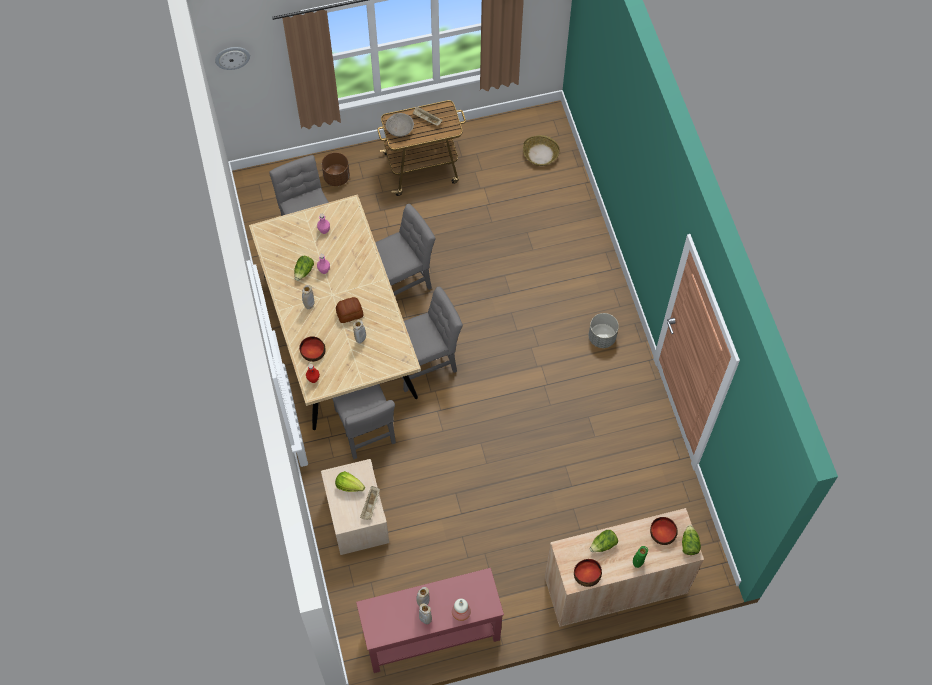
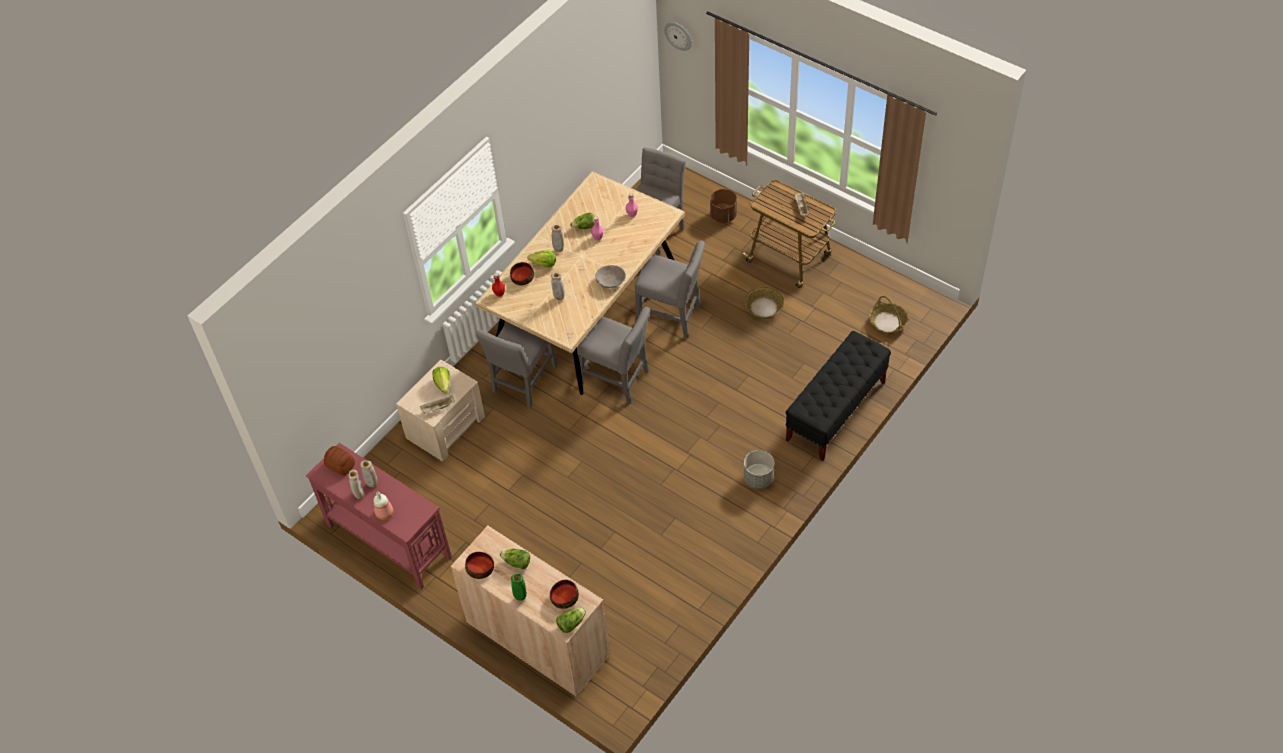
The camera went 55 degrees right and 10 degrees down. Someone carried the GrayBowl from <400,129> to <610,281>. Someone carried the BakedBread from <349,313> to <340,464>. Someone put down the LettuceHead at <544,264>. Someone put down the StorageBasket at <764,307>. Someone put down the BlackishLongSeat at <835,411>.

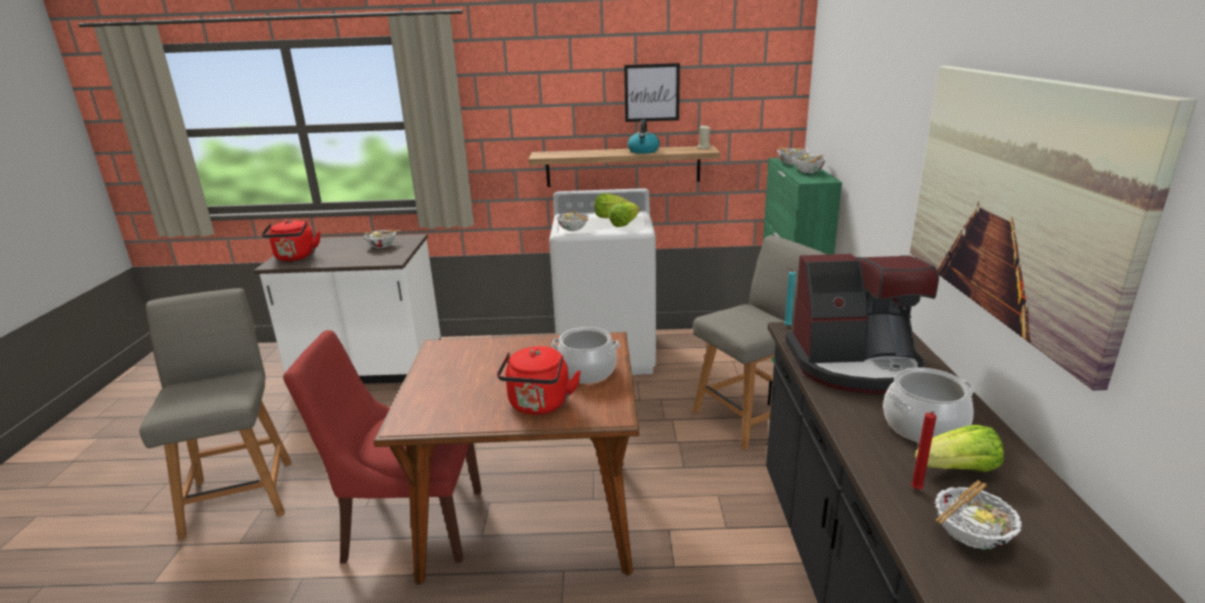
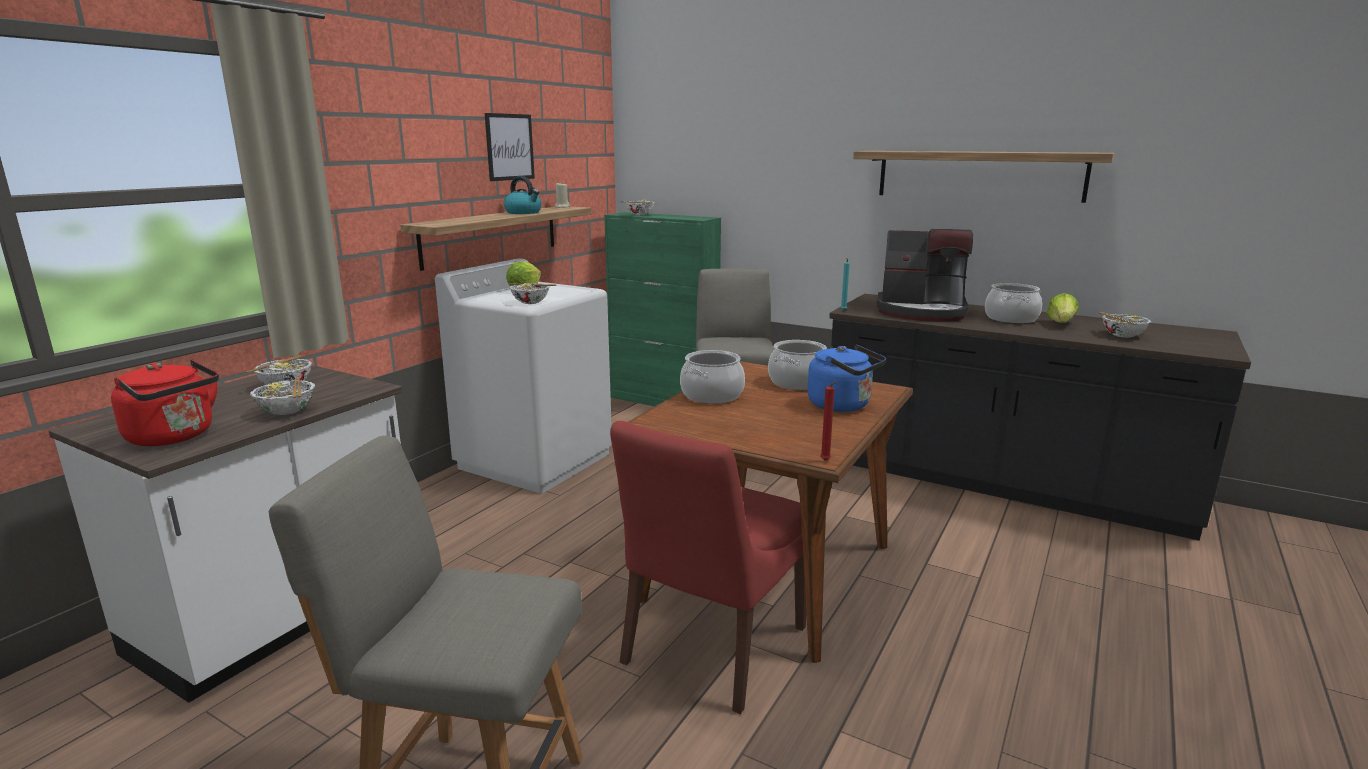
The camera went 60 degrees left and 5 degrees down. Someone swapped the WallPicture at <1014,199> for the BracketShelf at <979,175>. Someone carried the Bowl from <808,172> to <288,411>. Someone took away the LettuceHead at <624,224>. Someone rotated the CoffeeMachine at <855,365> by 75 degrees clockwise. Someone repainted the RedTeaKettle at <539,405>, which became the BlueTeaKettle at <843,406>. Someone carried the RedCandle from <916,490> to <826,461>. Someone put down the Stockpot at <711,395>.

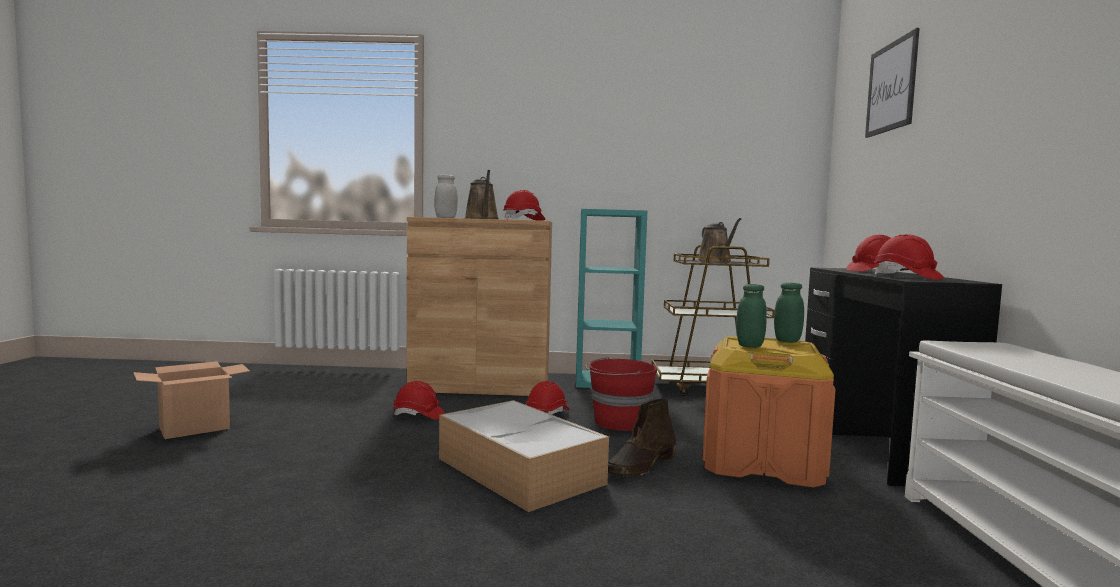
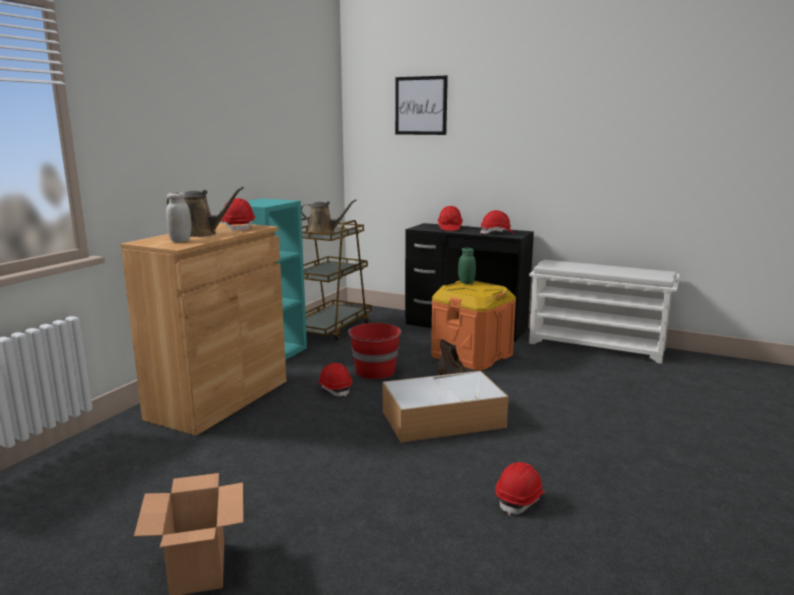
The camera went 65 degrees left and 10 degrees up. Someone took away the GreenJar at <749,346>. Someone carried the RedWorkHelmet from <418,415> to <520,499>.

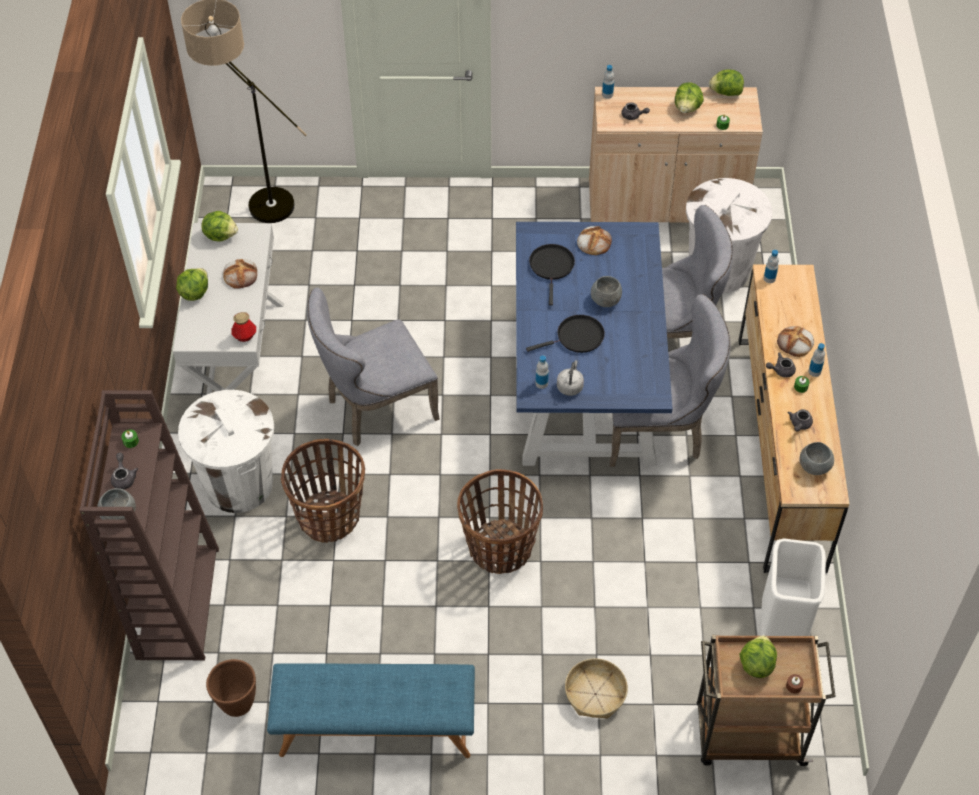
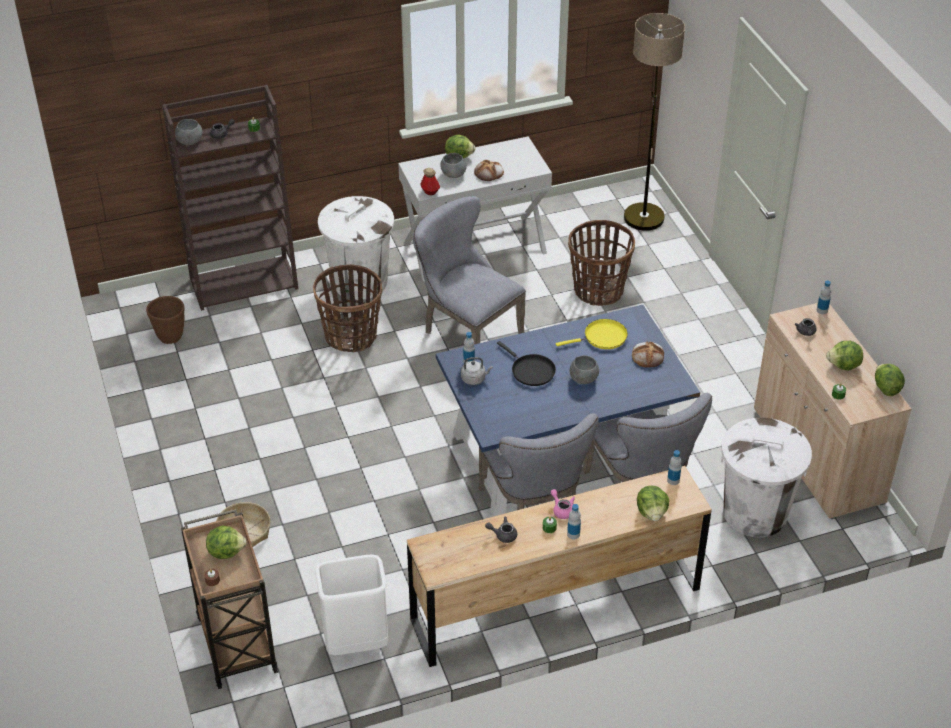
The camera went 70 degrees right and 10 degrees down. Someone carried the LettuceHead from <220,235> to <652,513>. Someone repainted the BlackishSkillet at <552,267>, which became the YellowishSkillet at <602,337>. Someone took away the BakedBread at <795,343>. Someone repainted the GrayPotForTea at <780,370>, which became the PinkishPotForTea at <562,510>. Someone carried the GrayBowl from <814,466> to <453,174>. Someone carried the StorageBasket from <500,549> to <598,290>. Someone took away the BlueLongSeat at <375,729>.

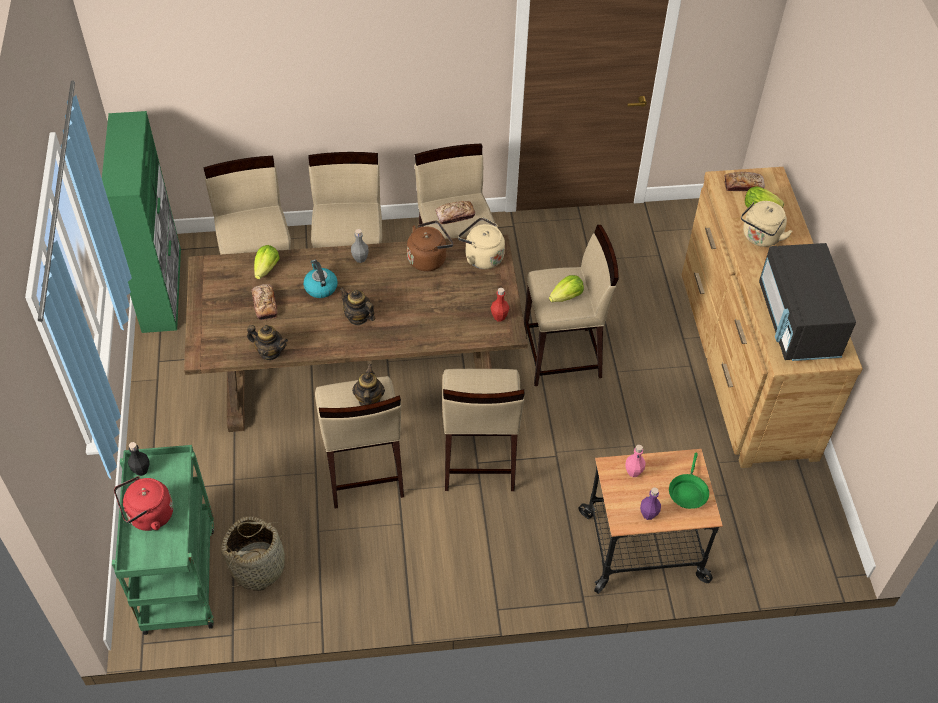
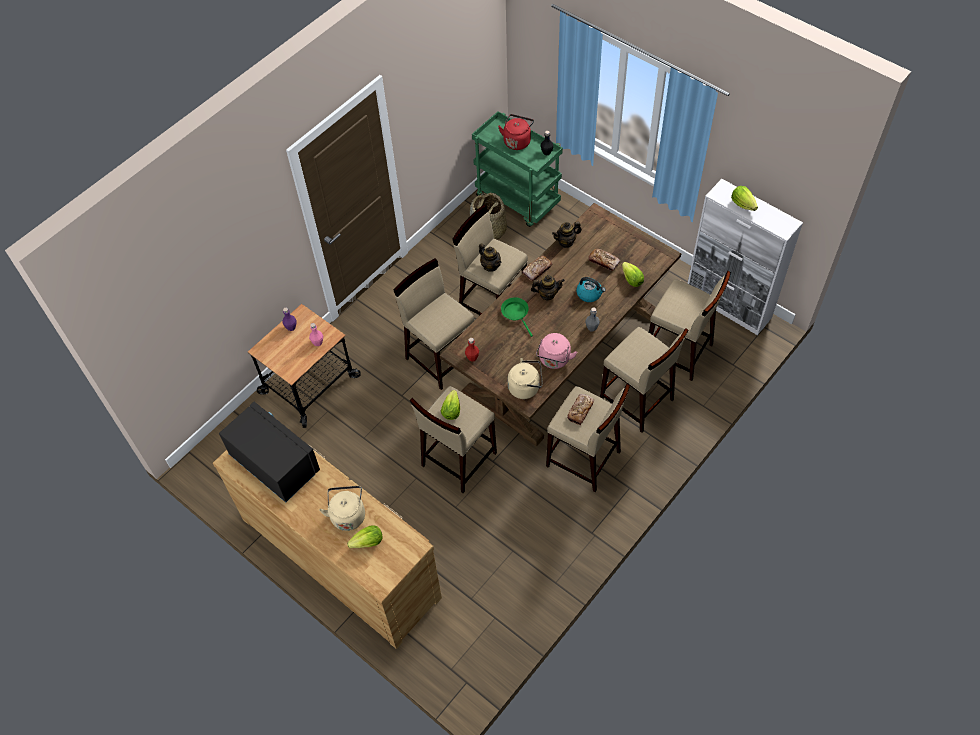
The camera went 140 degrees right and 5 degrees up. Someone repainted the GreenCupboard at <162,289>, which became the WhiteCupboard at <728,305>. Someone carried the BakedBread from <743,185> to <537,270>. Someone repainted the BrownColouredTeaKettle at <429,259>, which became the PinkishTeaKettle at <554,360>. Someone carried the GreenSkillet from <687,492> to <516,314>. Someone put down the LettuceHead at <743,204>.

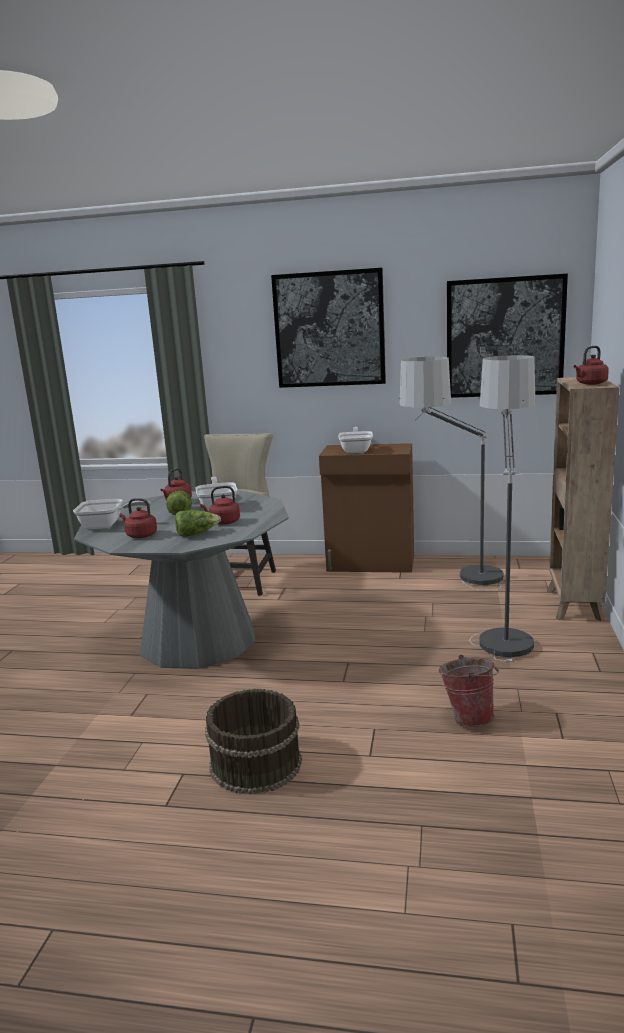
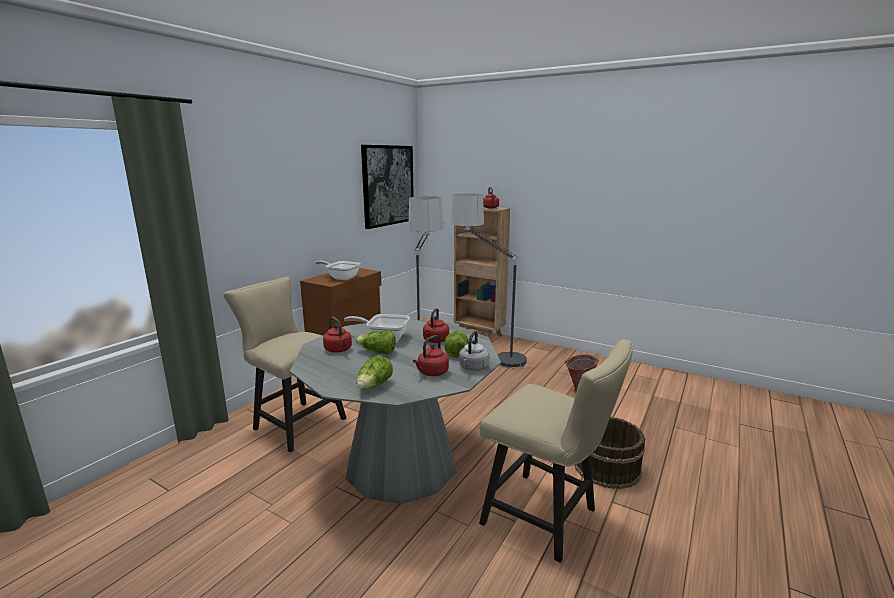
The camera went 70 degrees left and 0 degrees up. Someone took away the WallPicture at <329,329>. Someone swapped the Skillet at <107,525> for the LettuceHead at <374,385>. Someone put down the GrayTeaKettle at <473,368>. Someone put down the SandColouredUprightChair at <547,519>.

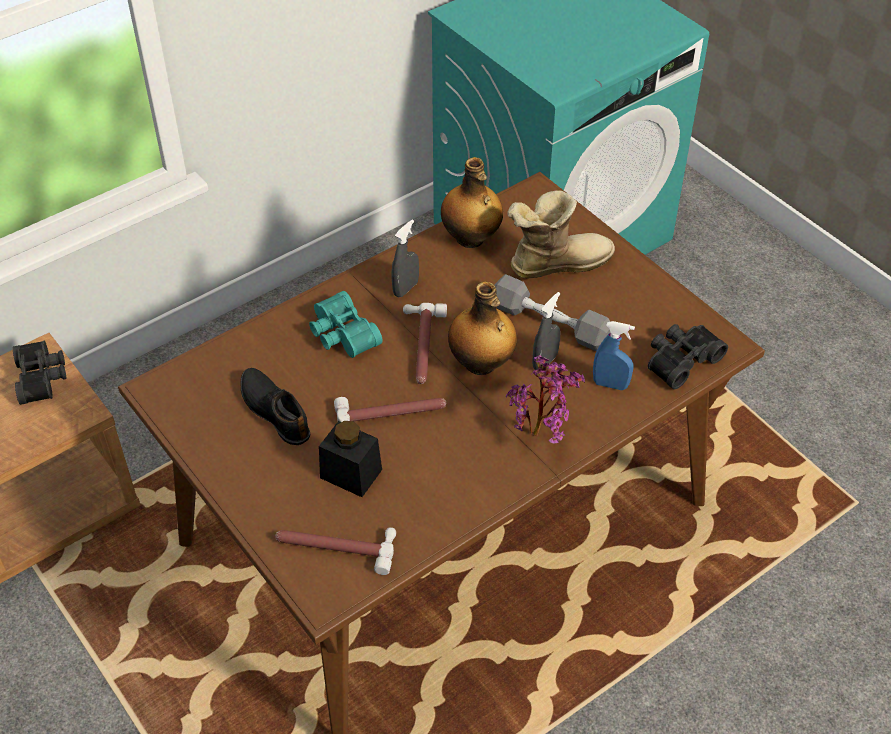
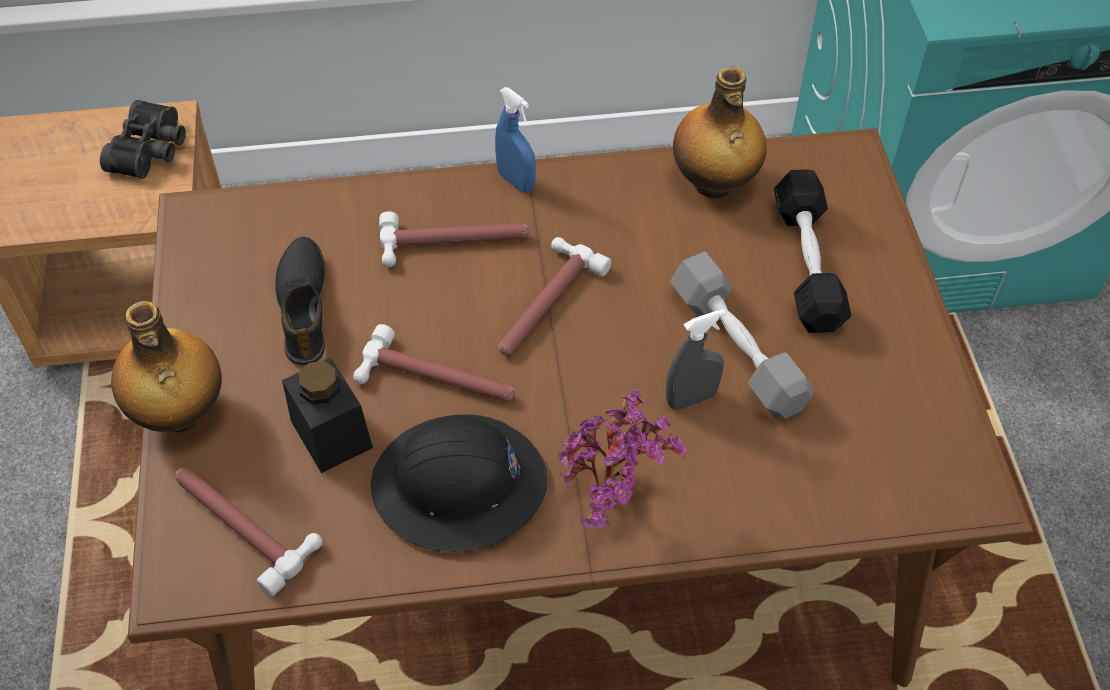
The camera went 30 degrees right and 5 degrees up. Someone swapped the HighTopBoot at <556,262> for the BlackishFreeWeight at <807,264>. Someone took away the GraySprayBottle at <406,288>. Someone carried the DrinkBottle from <481,364> to <179,414>. Someone swapped the TurquoiseColouredPairOfBinoculars at <341,335> for the ToolHammer at <455,243>. Someone carried the BlueSprayBottle from <610,384> to <516,181>. Someone took away the BlackishPairOfBinoculars at <680,359>. Someone put down the BlackishWorkHelmet at <459,485>.

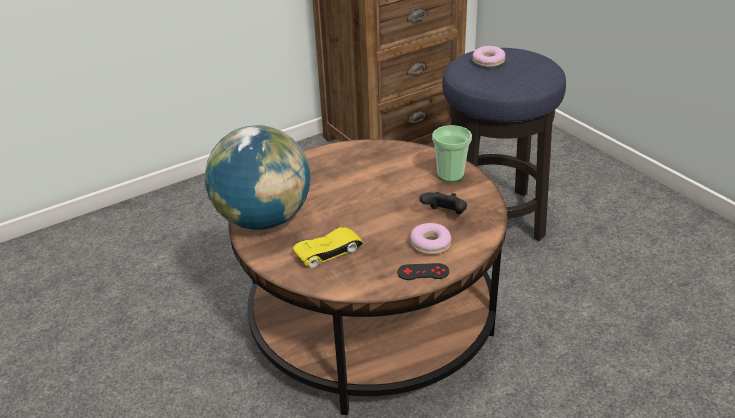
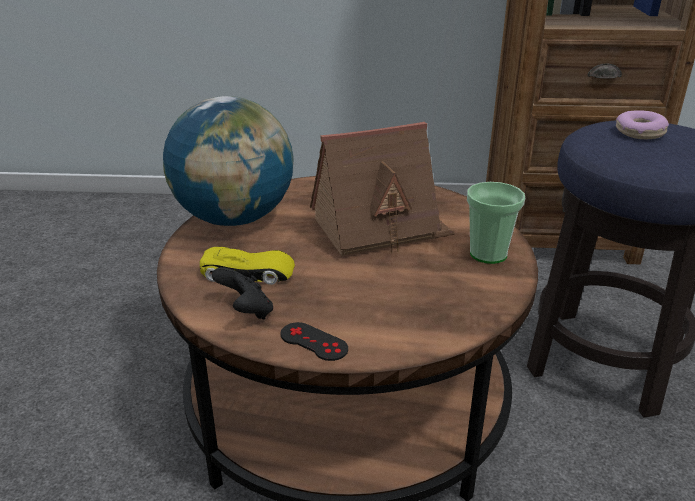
The camera went 35 degrees right and 5 degrees down. Someone carried the BlackishJoypad from <444,215> to <246,312>. Someone took away the Doughnut at <430,244>. Someone put down the MiniatureHouse at <380,228>.

